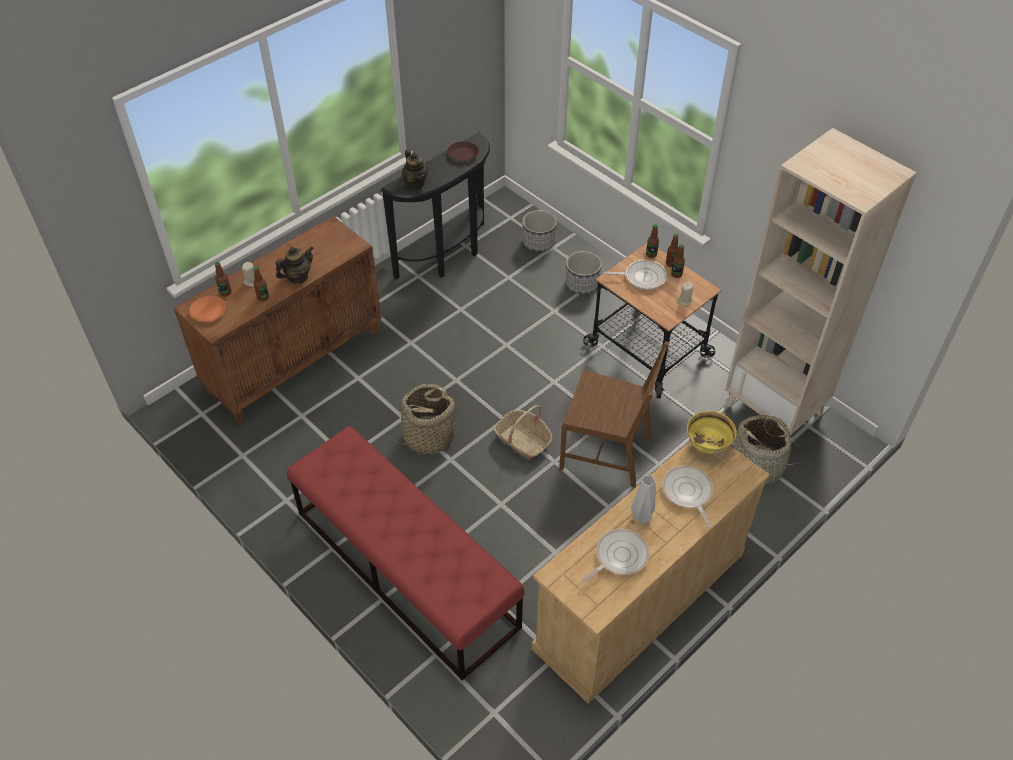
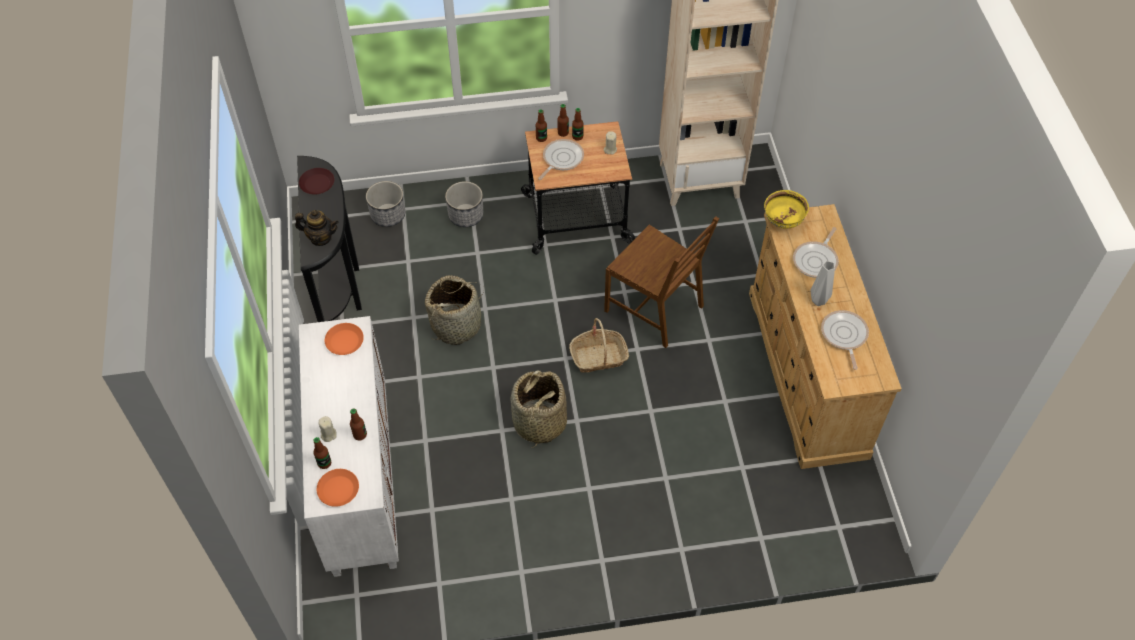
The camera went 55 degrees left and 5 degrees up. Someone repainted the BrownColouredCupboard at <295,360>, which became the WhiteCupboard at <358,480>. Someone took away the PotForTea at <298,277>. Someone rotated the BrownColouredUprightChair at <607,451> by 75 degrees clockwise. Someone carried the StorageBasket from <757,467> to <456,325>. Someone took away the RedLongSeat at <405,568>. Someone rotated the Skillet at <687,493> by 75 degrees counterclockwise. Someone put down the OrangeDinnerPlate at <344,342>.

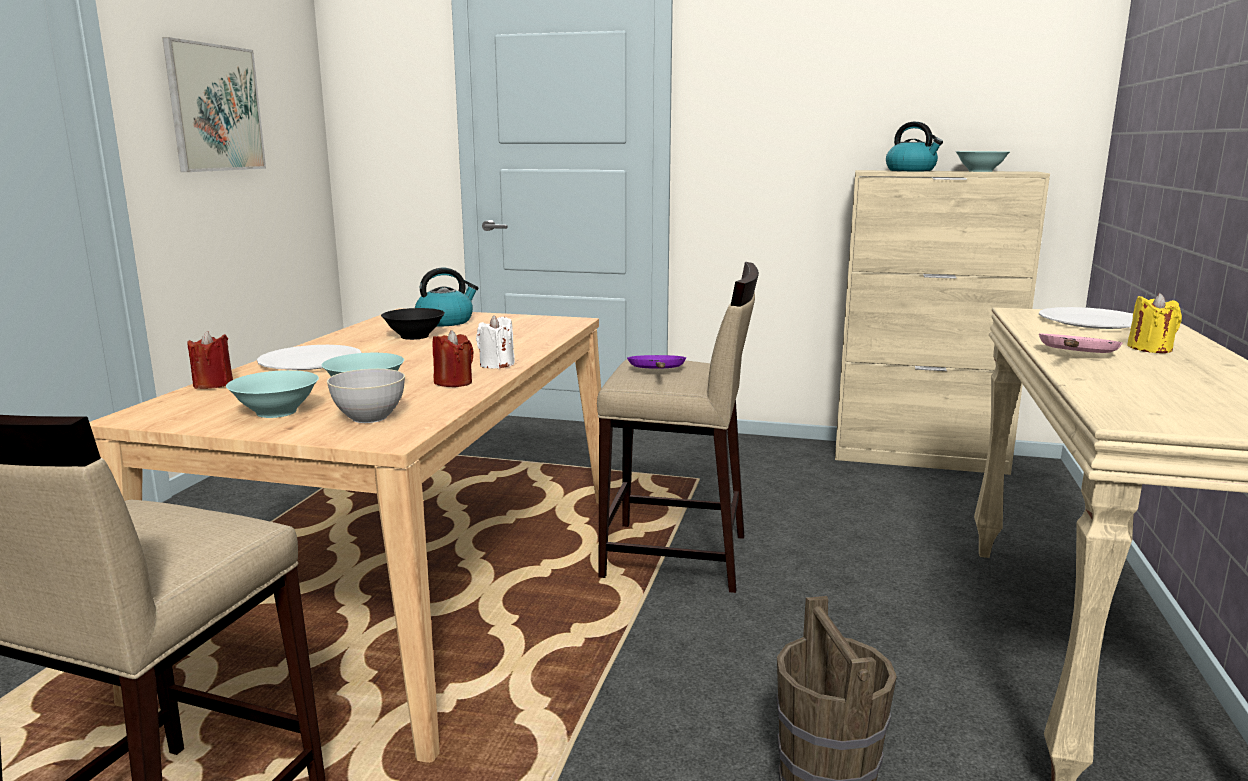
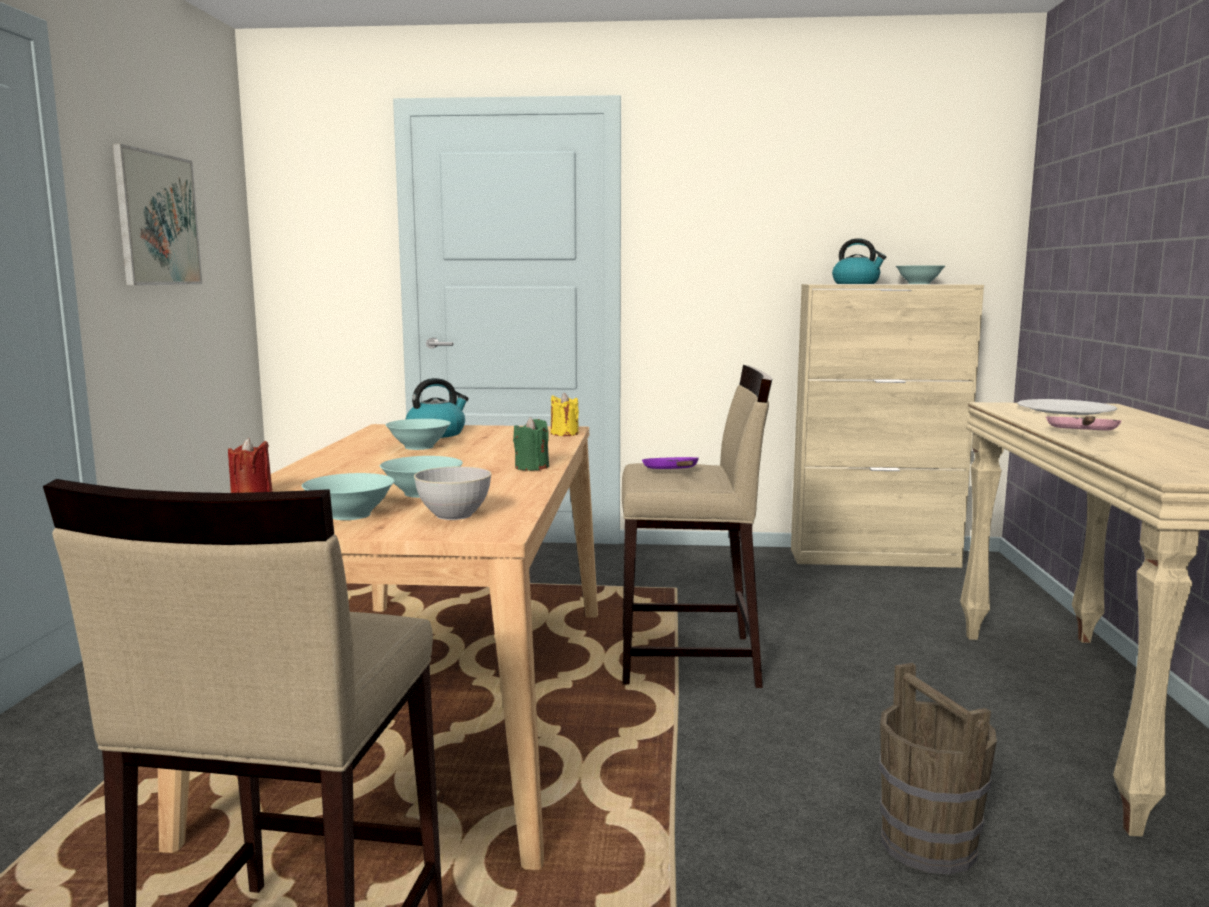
The camera went 10 degrees left and 5 degrees down. Someone carried the YellowishCandle from <1150,349> to <564,433>. Someone repainted the BlackishBowl at <415,336>, which became the TurquoiseColouredBowl at <419,447>. Someone repainted the WhiteCandle at <496,364>, which became the GreenCandle at <532,467>. Someone took away the RedCandle at <453,382>. Someone took away the WhiteDinnerPlate at <310,361>.

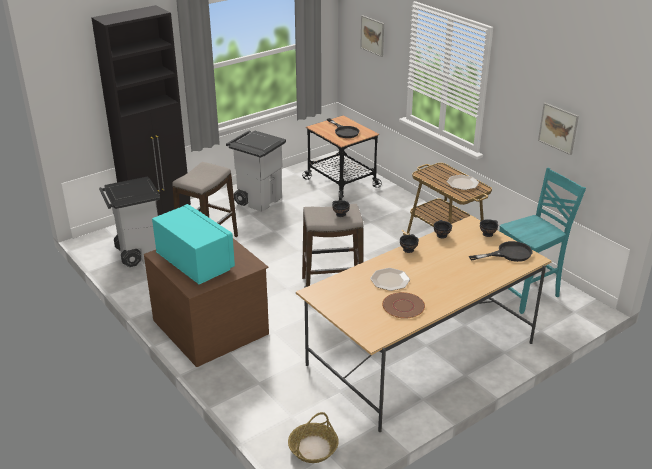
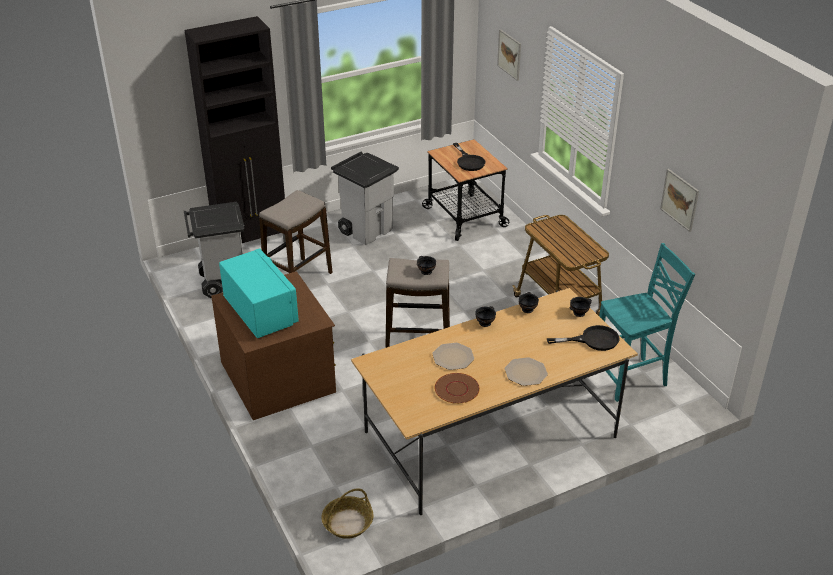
The camera went 10 degrees right and 5 degrees up. Someone carried the DinnerPlate from <462,183> to <525,372>.

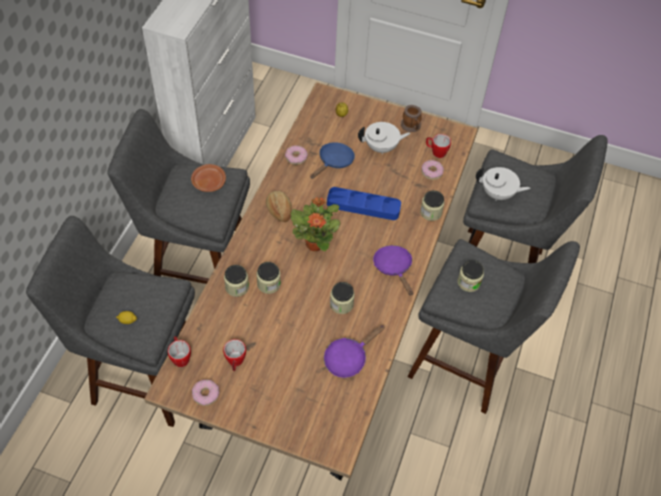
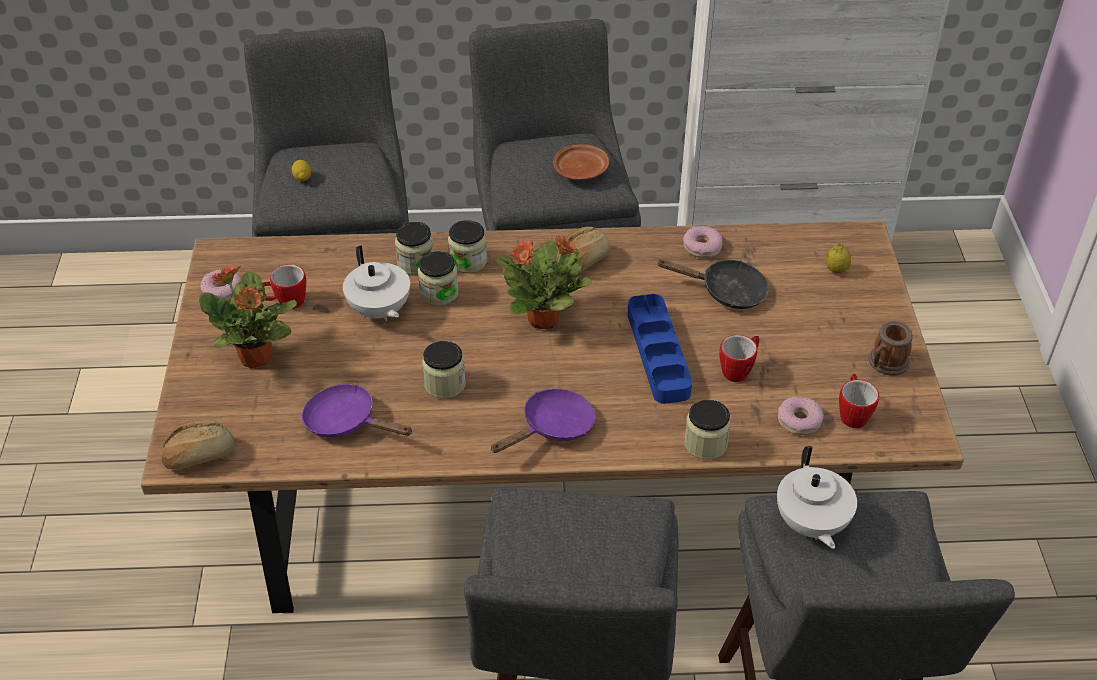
The camera went 70 degrees right and 10 degrees down. Someone carried the WhitePotForTea from <381,147> to <379,311>. Someone repainted the BlueSkillet at <334,162>, which became the BlackishSkillet at <726,291>. Someone carried the Jar from <468,282> to <468,261>. Someone carried the Mug from <180,357> to <739,369>. Someone put down the PottedPlant at <256,358>. Someone put down the BakedBread at <199,455>.

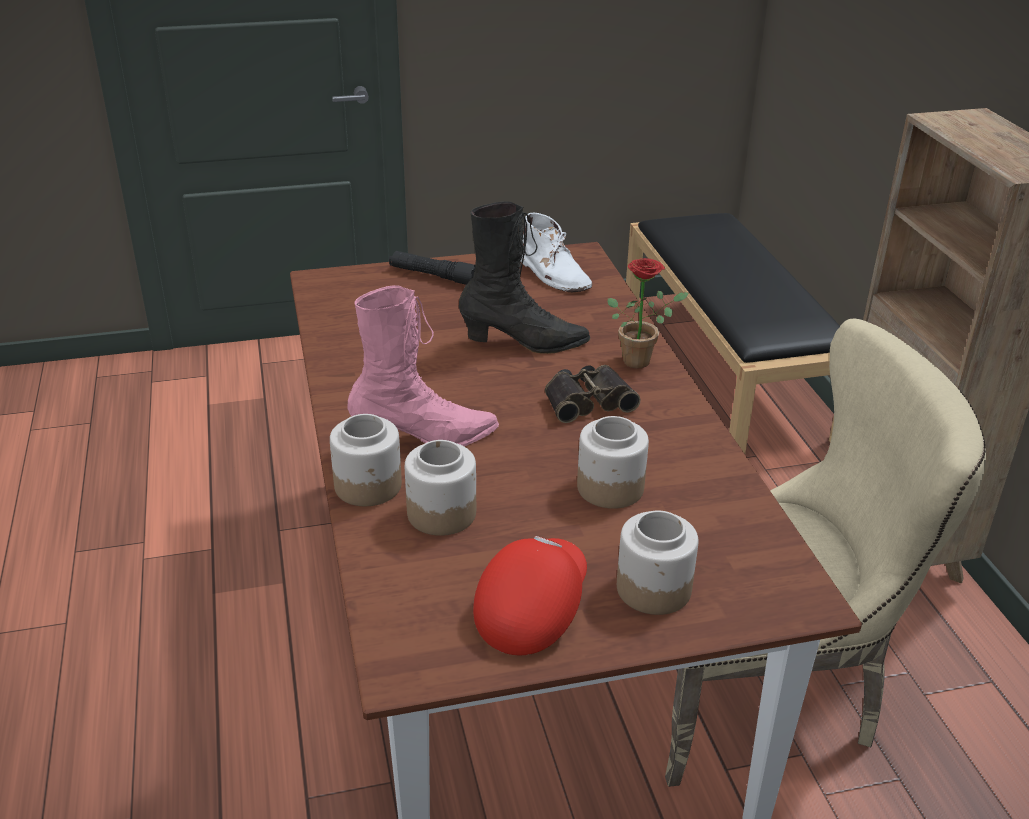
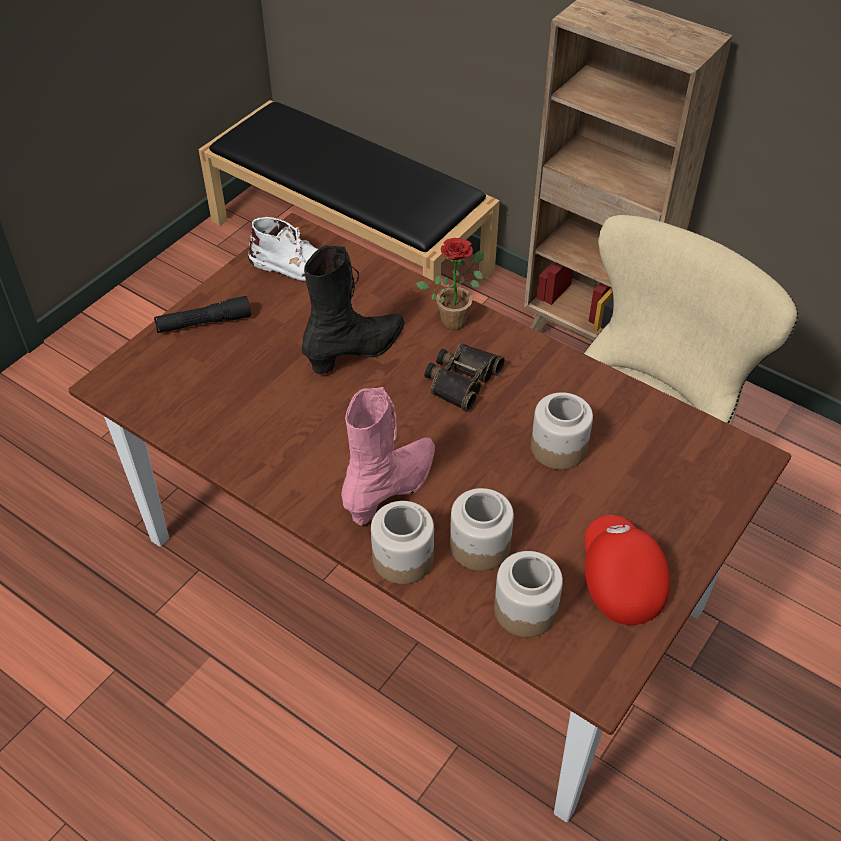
The camera went 40 degrees left and 15 degrees up. Someone carried the Jar from <654,588> to <525,609>.

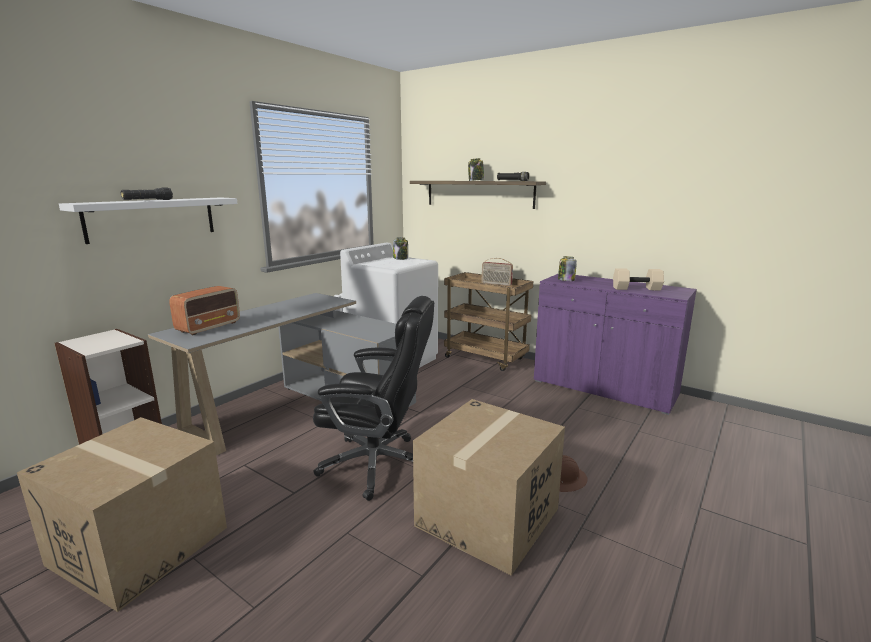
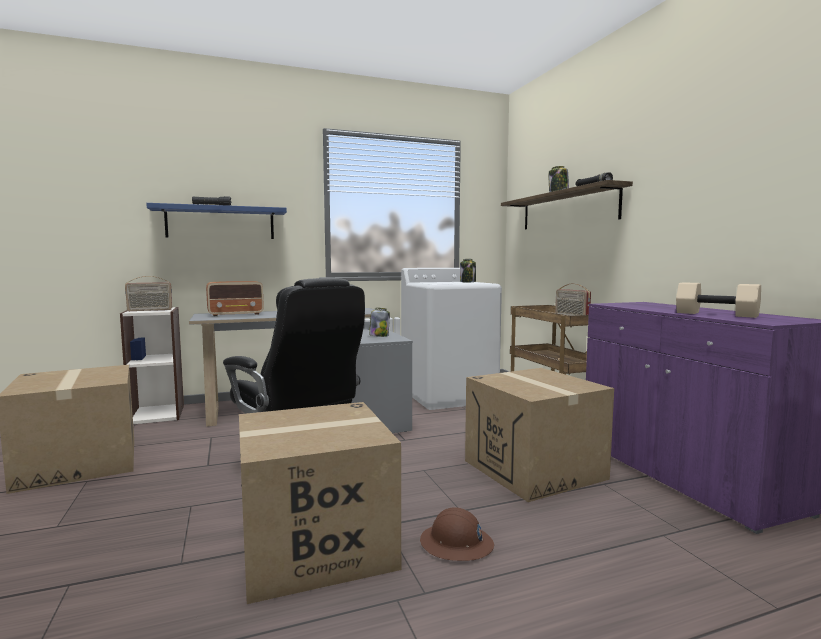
The camera went 35 degrees right and 10 degrees down. Someone repainted the WhiteBracketShelf at <152,218>, which became the BlueBracketShelf at <220,223>. Someone carried the Jar from <566,280> to <379,336>. Someone put down the RadioSet at <150,310>. Someone put down the Carton at <534,469>.

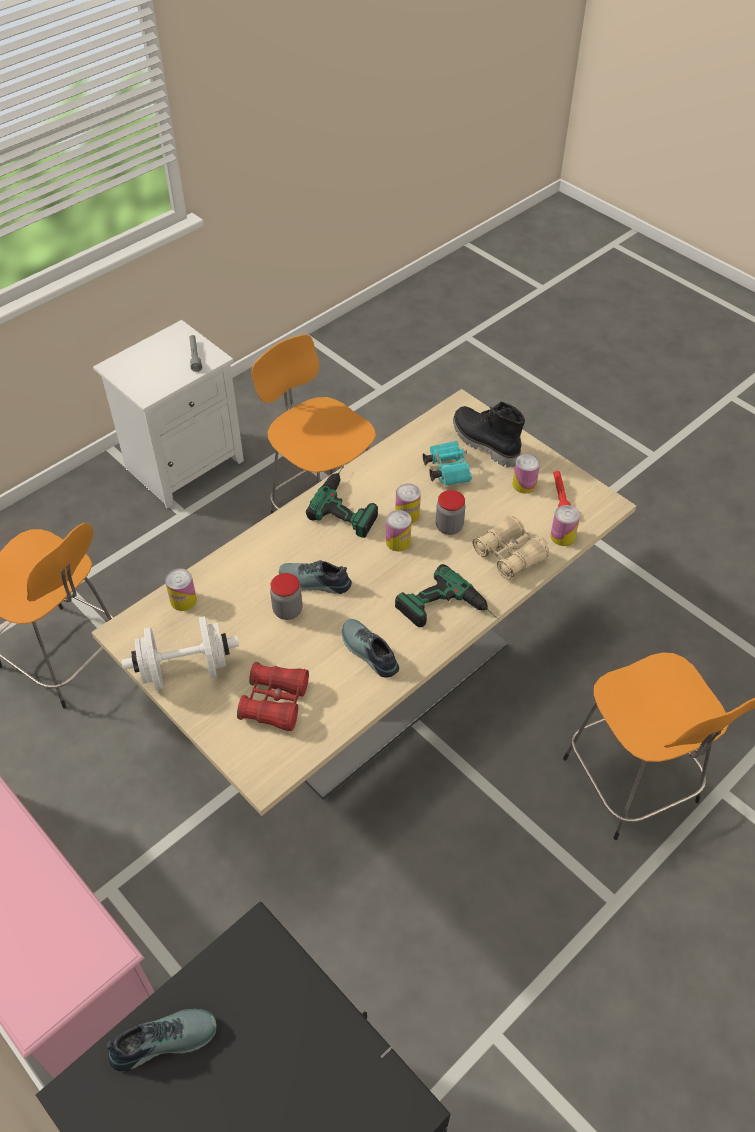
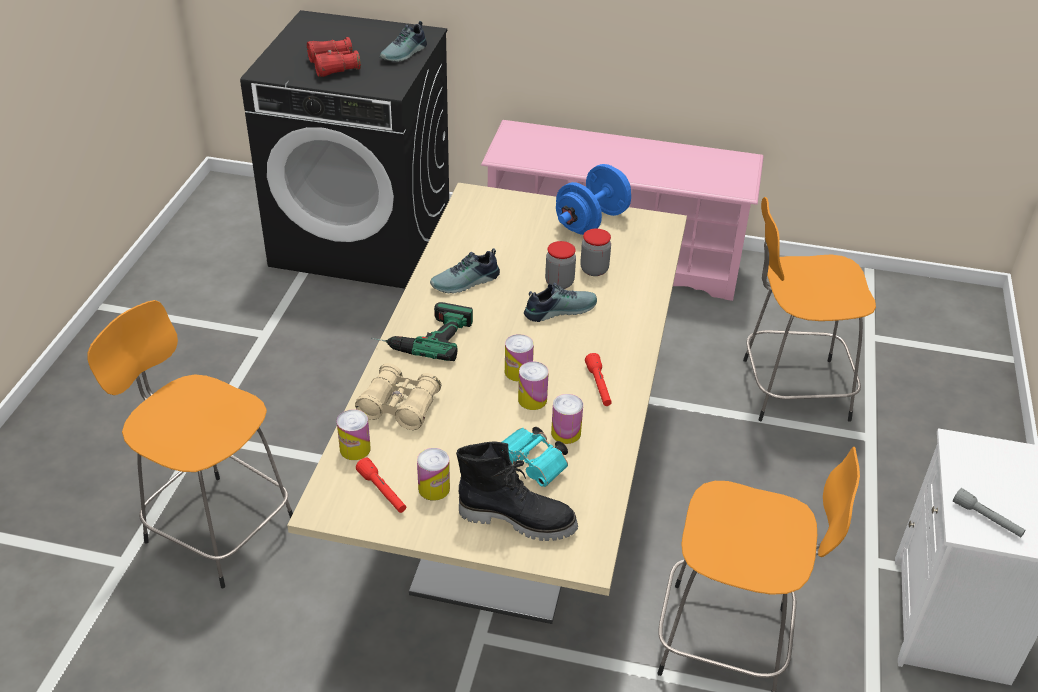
The camera went 145 degrees right and 10 degrees down. Someone swapped the PowerDrill at <350,502> for the RedTorch at <599,386>. Someone carried the Jar from <449,527> to <594,270>. Someone carried the Can from <183,600> to <566,433>. Someone repainted the WhiteFreeWeight at <185,670>, which became the BlueFreeWeight at <591,221>. Someone rotated the ItemOfFootwear at <368,652> by 135 degrees clockwise. Someone carried the RedPairOfBinoculars from <275,702> to <334,66>.

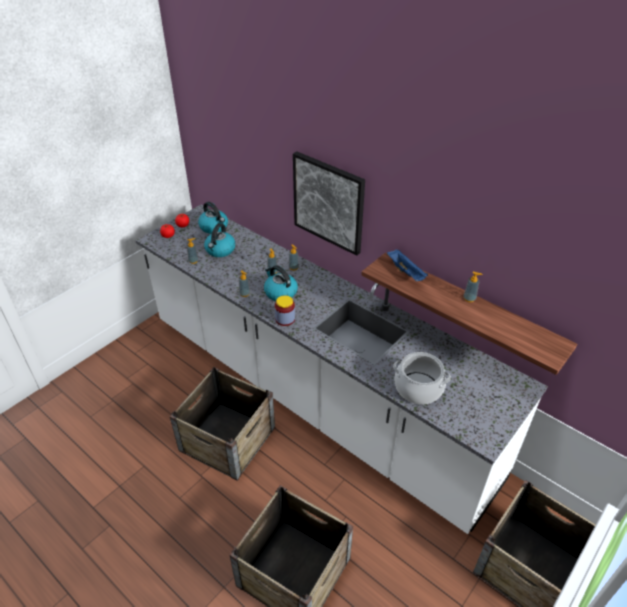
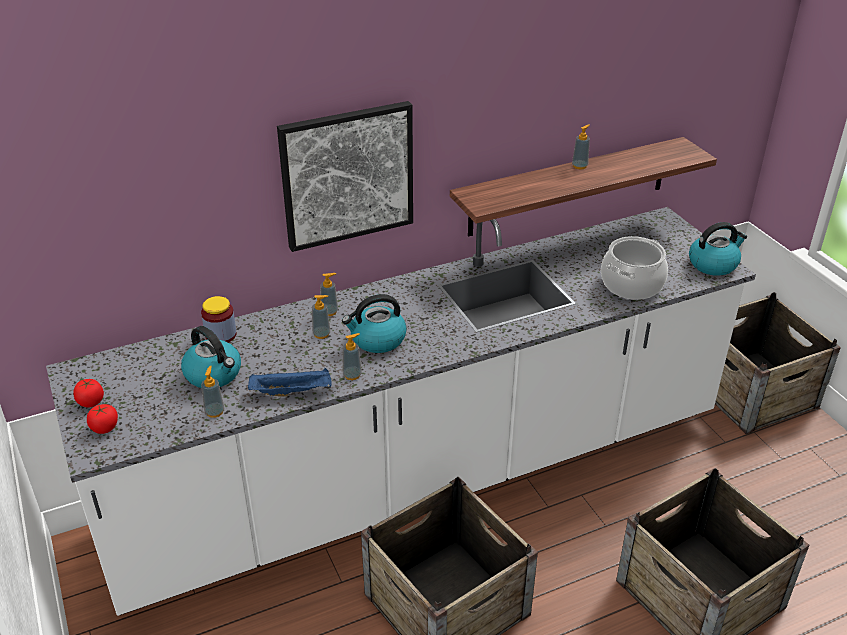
The camera went 65 degrees left and 5 degrees down. Someone carried the TeaKettle from <214,227> to <713,264>. Someone carried the BlueCarryingTray from <406,272> to <292,391>. Someone carried the Jar from <285,319> to <221,335>.

